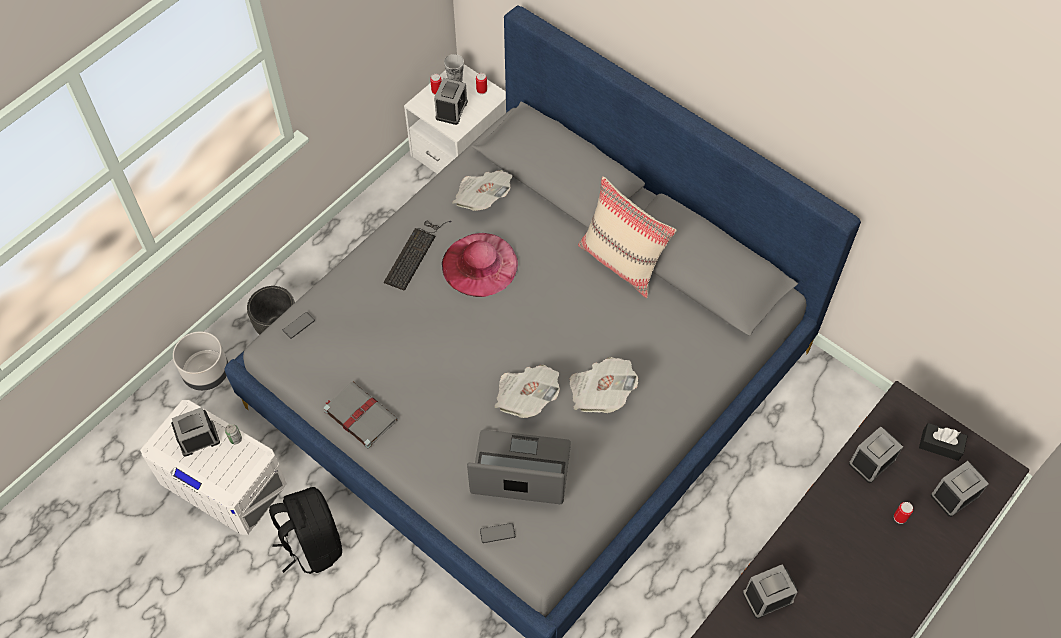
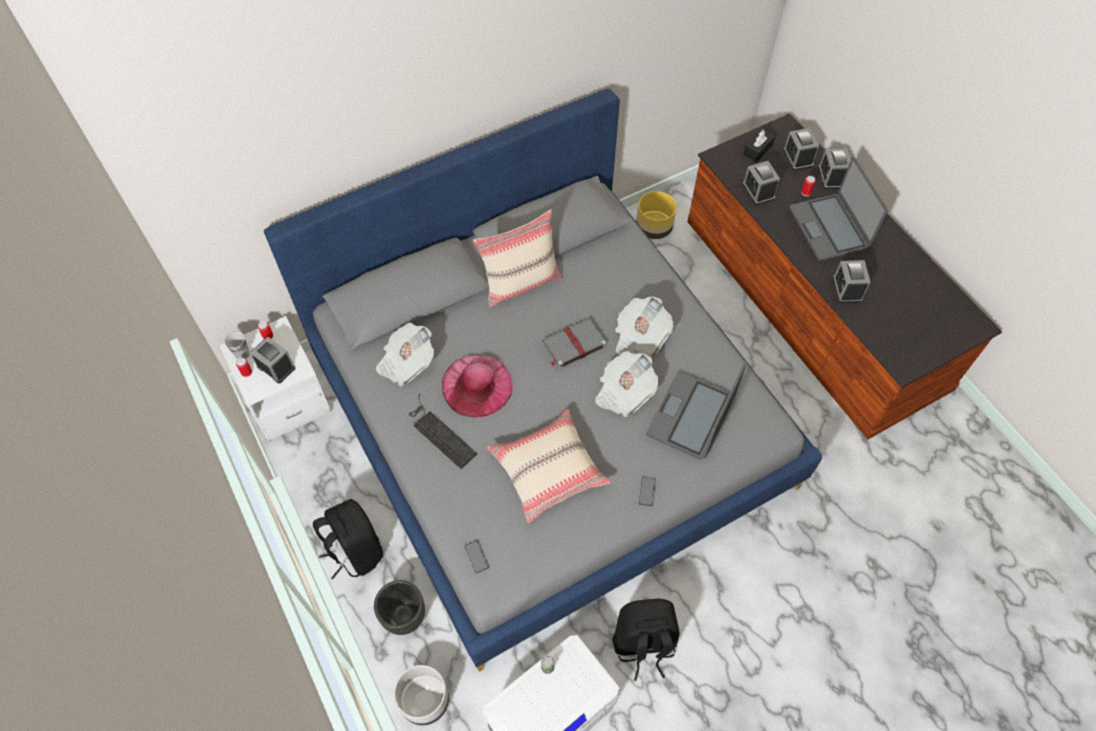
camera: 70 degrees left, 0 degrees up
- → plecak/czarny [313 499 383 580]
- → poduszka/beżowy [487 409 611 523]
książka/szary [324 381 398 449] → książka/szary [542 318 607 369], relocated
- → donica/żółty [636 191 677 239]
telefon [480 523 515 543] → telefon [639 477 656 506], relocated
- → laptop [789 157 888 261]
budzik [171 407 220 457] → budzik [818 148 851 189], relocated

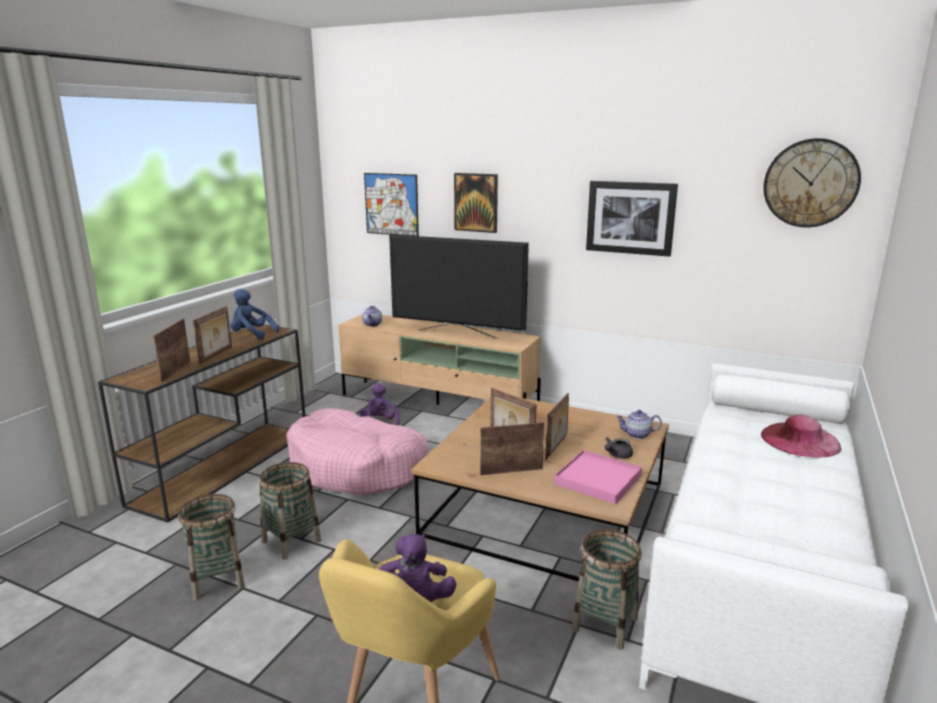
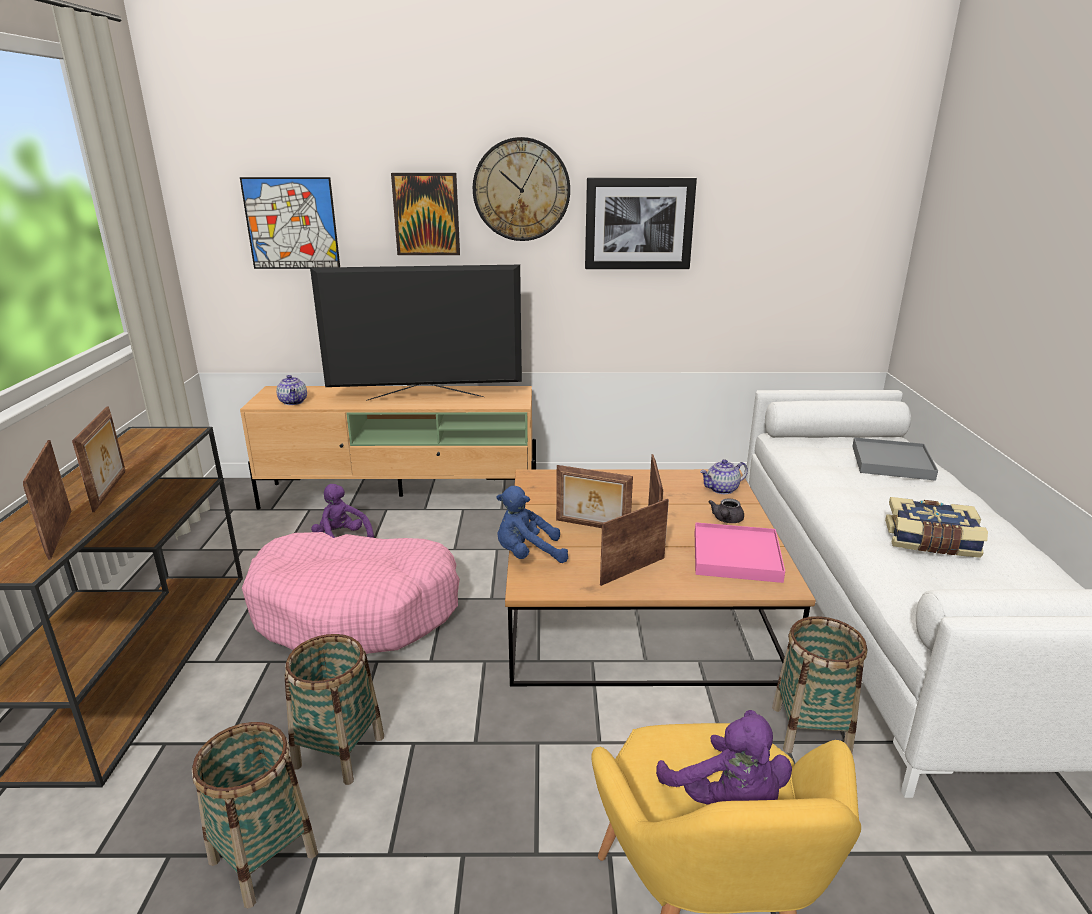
camera: 25 degrees left, 5 degrees up
zegar ścienny [763 138 861 227] → zegar ścienny [473 137 570 241], relocated
pluszak/niebieski [231 289 279 339] → pluszak/niebieski [497 486 568 563], relocated
kapelusz/różowy [761 415 841 458] → taca/szary [852 437 938 481]
- → książka [885 497 988 558]

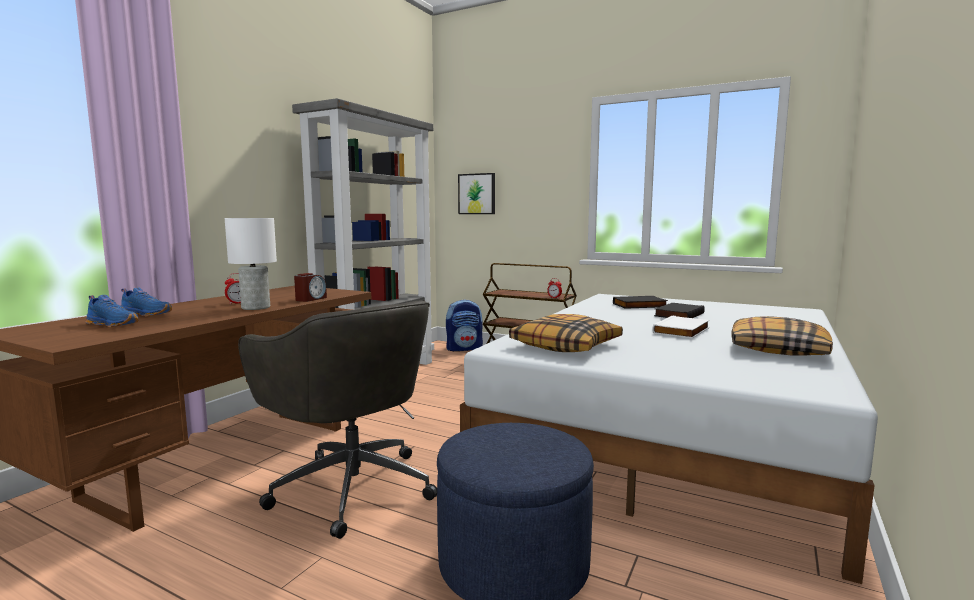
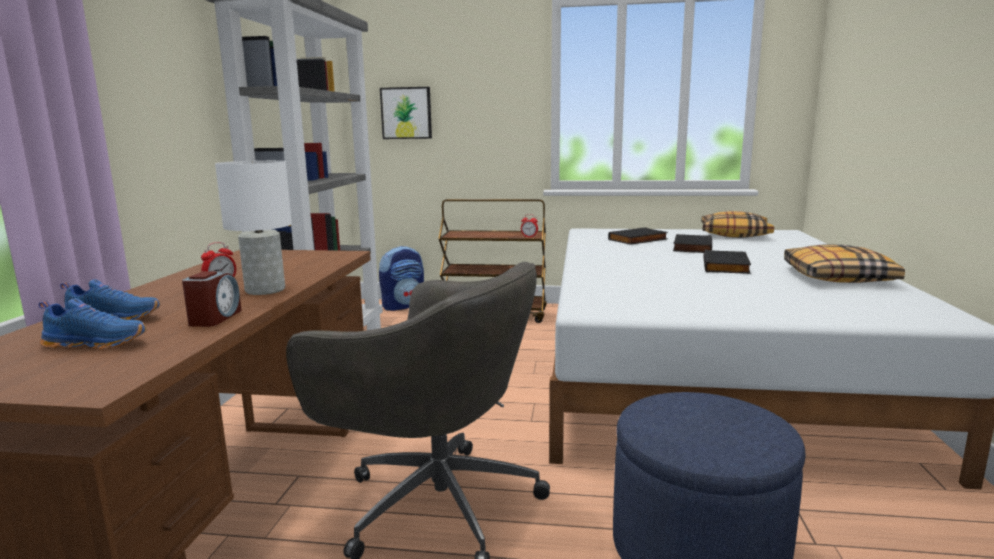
camera: 20 degrees left, 5 degrees up
budzik [294 273 327 302] → budzik [182 271 242 327], relocated
poduszka [509 314 623 352] → poduszka [701 211 774 238], relocated
książka/biały [652 316 709 339] → książka/czarny [703 250 751 274]

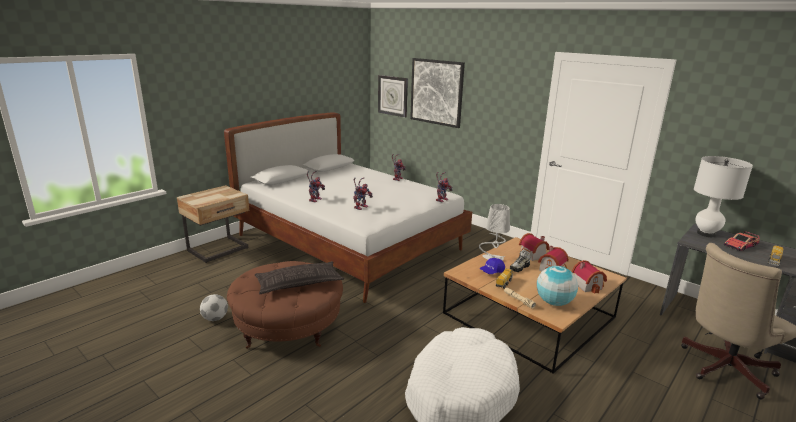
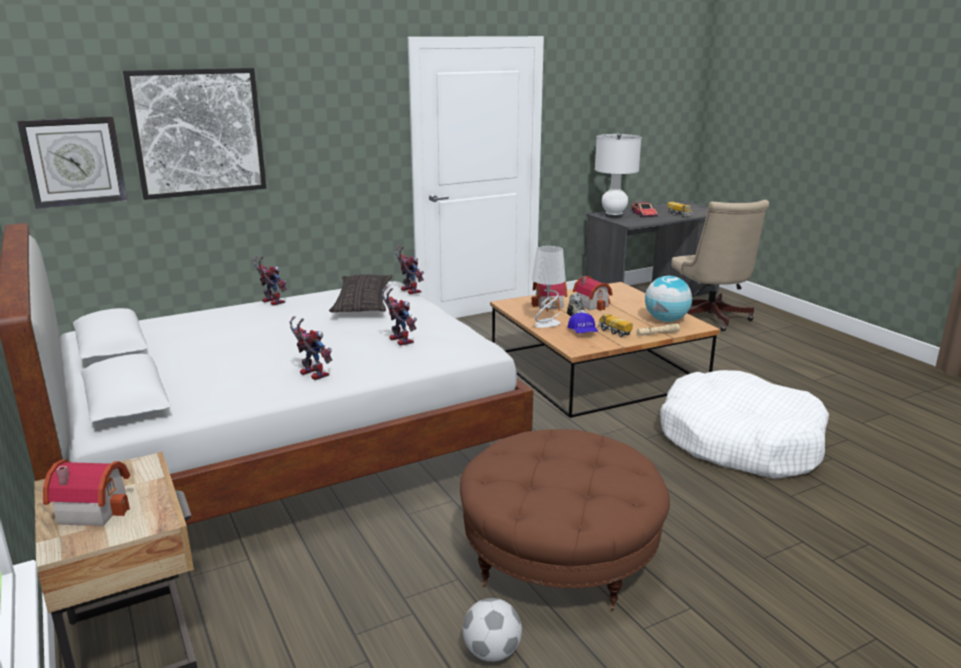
camera: 70 degrees left, 0 degrees up
domek [572 260 607 294] → domek [43 460 130 526], relocated
poduszka [255 261 344 294] → poduszka [329 274 392 313], relocated

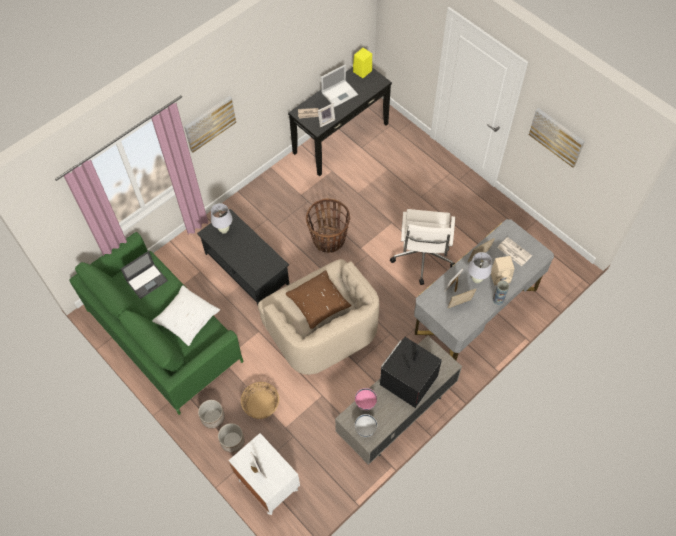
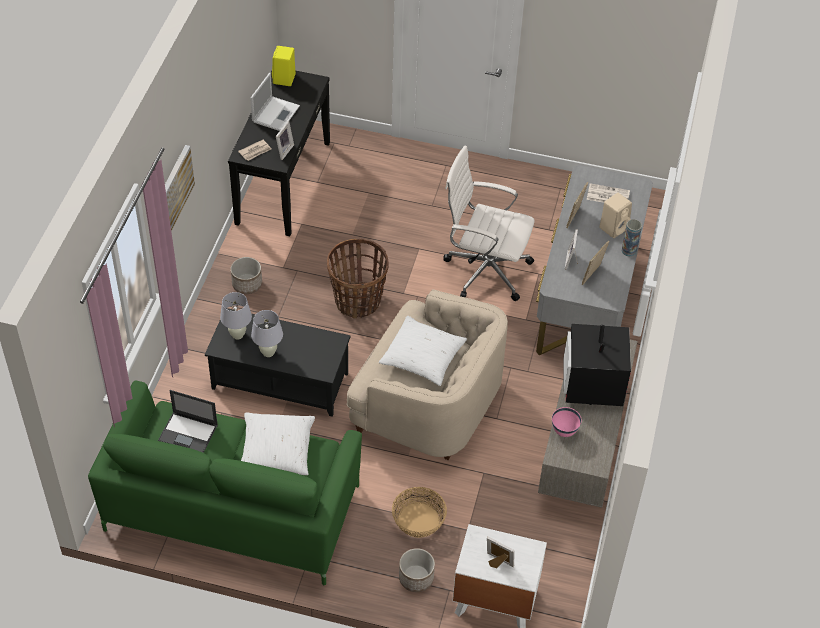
camera: 35 degrees left, 10 degrees down
laptop [121 251 168 299] → laptop [158 390 218 453], 90 degrees clockwise
donica [198 400 225 429] → donica [231 257 262 294], relocated
lampa stołowa/biały [468 252 492 283] → lampa stołowa/biały [251 310 283 357], relocated
poduszka/brązowy [285 270 352 329] → poduszka/biały [379 316 467 386]
krzesło biurowe/biały [390 209 455 285] → krzesło biurowe/biały [444 146 535 301], 135 degrees clockwise
miska/biały [355 414 377 437] → -
obraz [529 108 585 168] → -

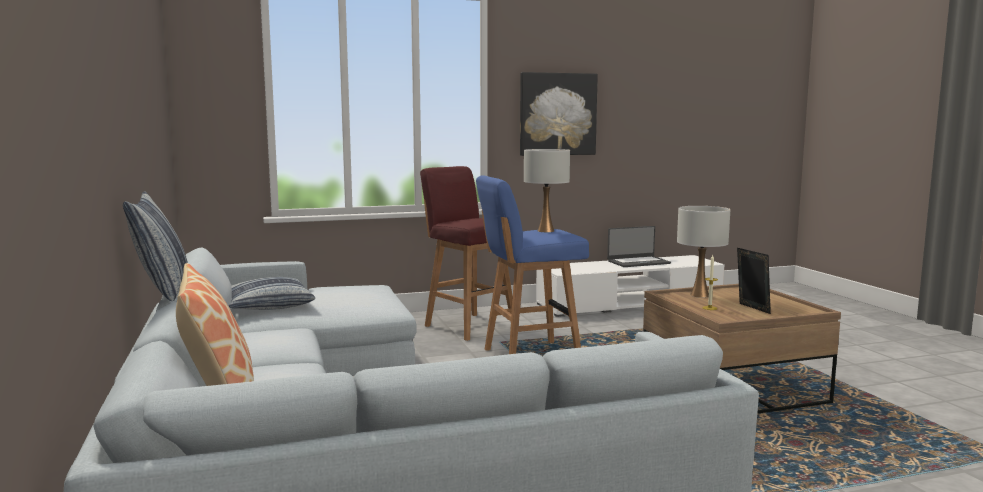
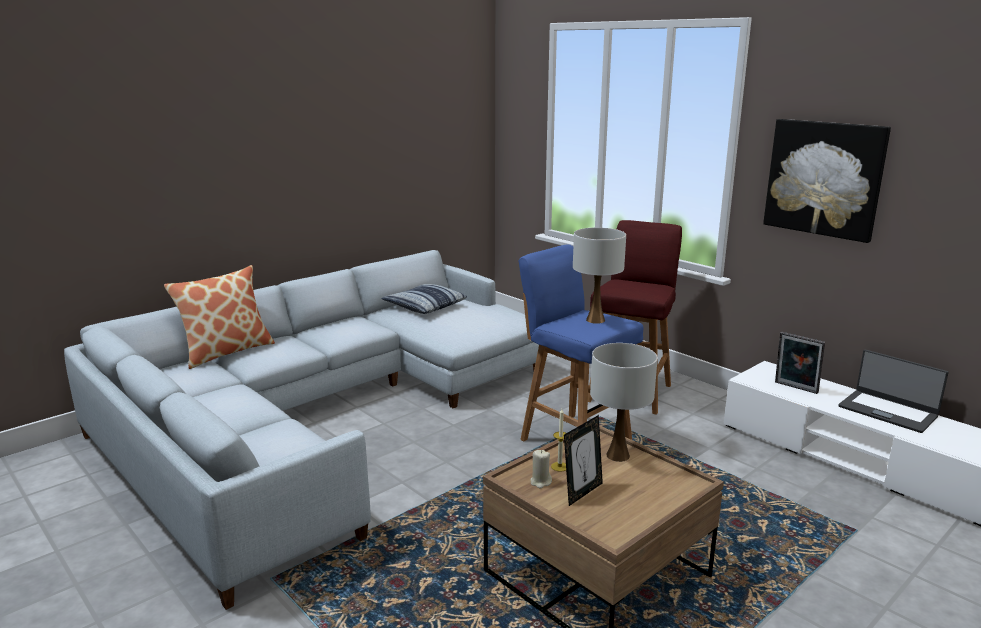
camera: 65 degrees right, 10 degrees up
- → świeca/beżowy [531 450 552 489]
- → ramka na zdjęcie [775 332 825 394]
poduszka [123 191 188 301] → -

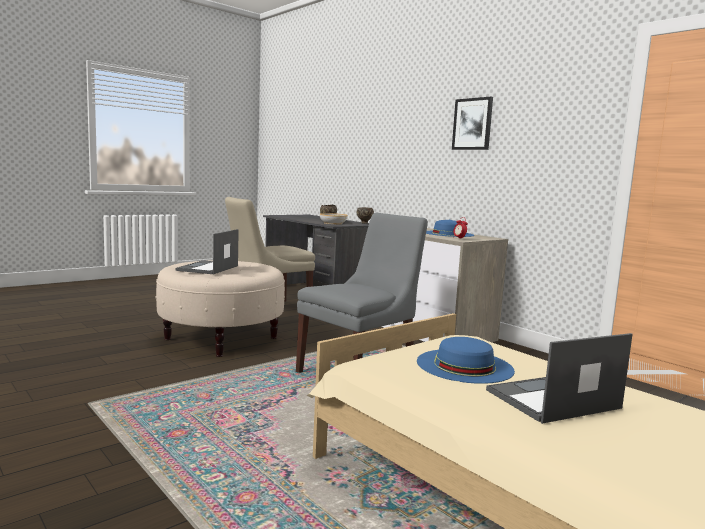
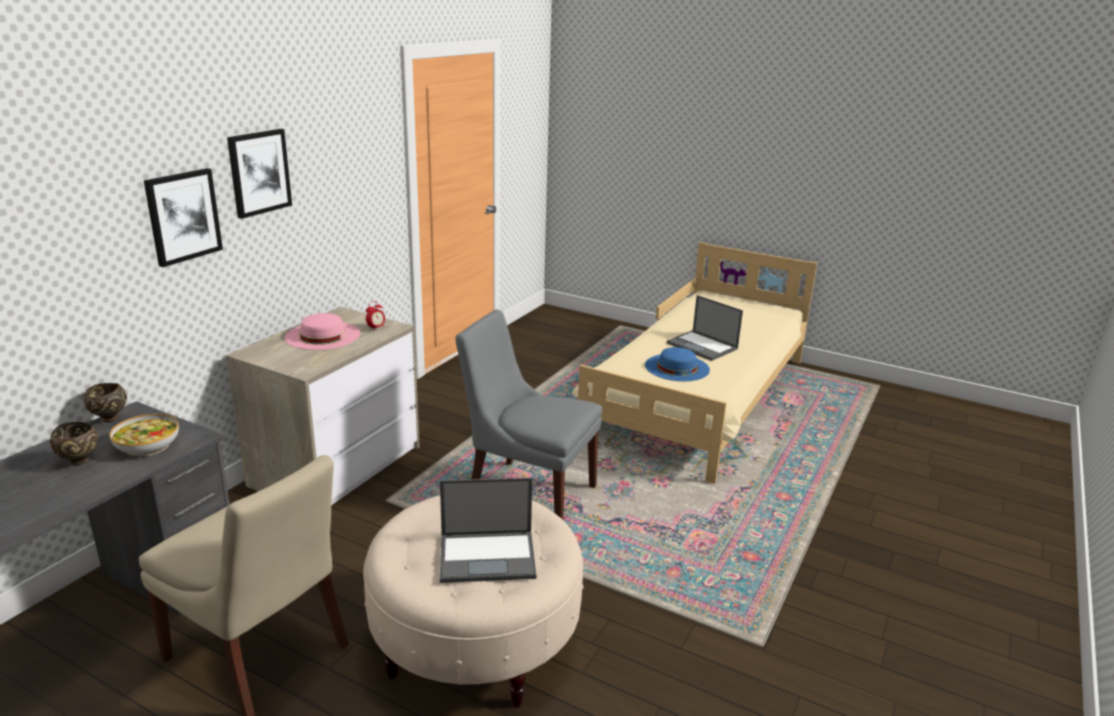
camera: 110 degrees left, 15 degrees up
- → obraz [144 168 223 267]
kapelusz/niebieski [426 220 474 237] → kapelusz/różowy [285 313 360 350]

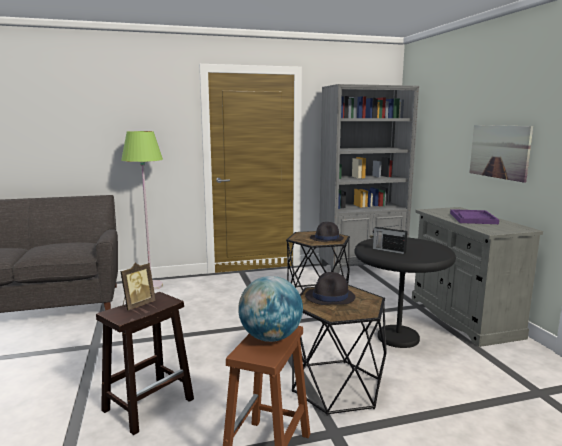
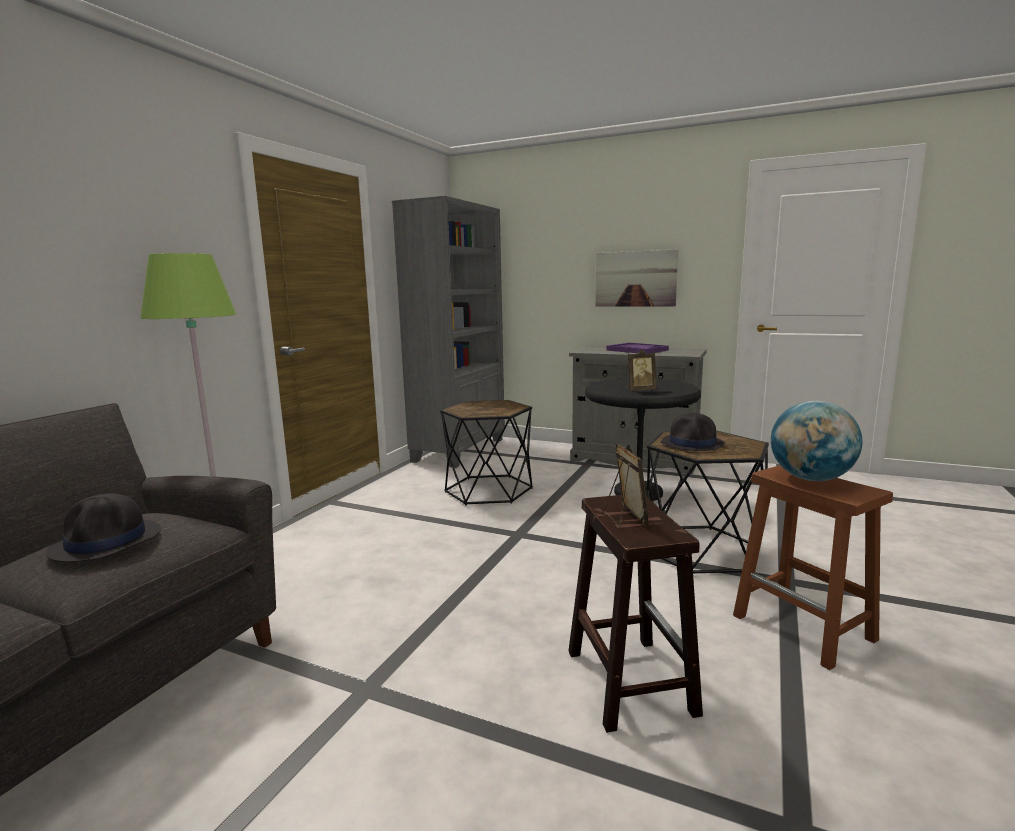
camera: 50 degrees left, 0 degrees up
kapelusz/czarny [310 222 344 242] → kapelusz/czarny [45 493 161 562], relocated
radio [373 225 408 254] → ramka na zdjęcie [627 349 657 391]

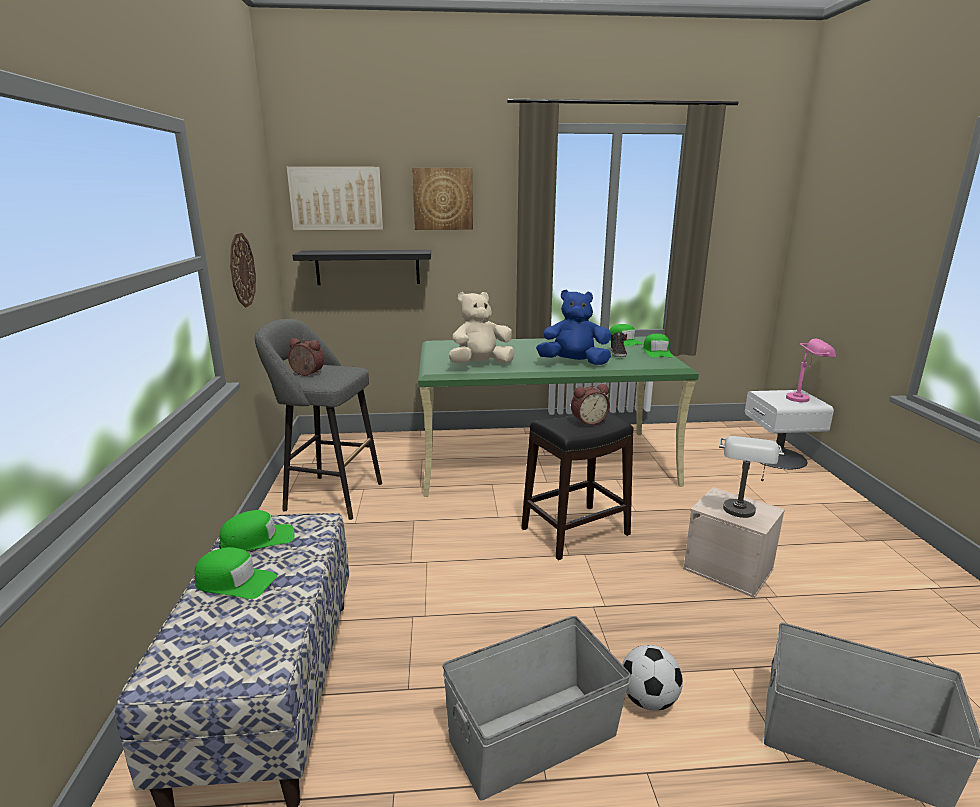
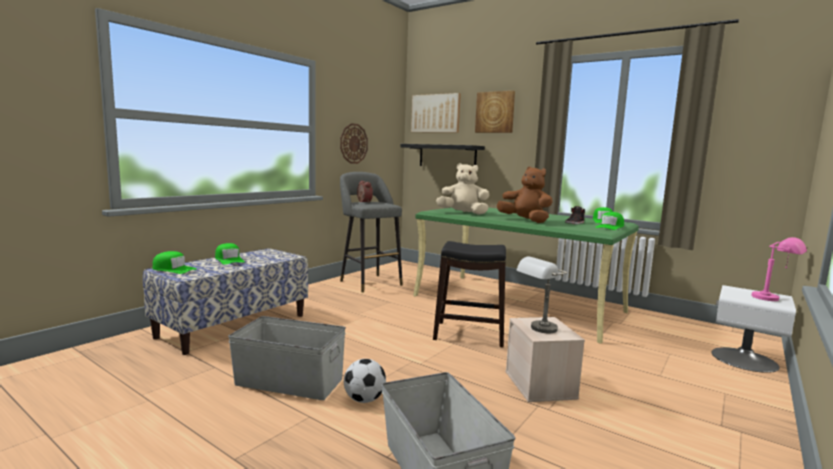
camera: 40 degrees right, 10 degrees down
czapka z daszkiem/zielony [219 510 295 551] → czapka z daszkiem/zielony [152 251 196 274], relocated
pluszak/niebieski [536 290 611 365] → pluszak/brązowy [497 166 552 223]
budzik [571 384 610 425] → -

